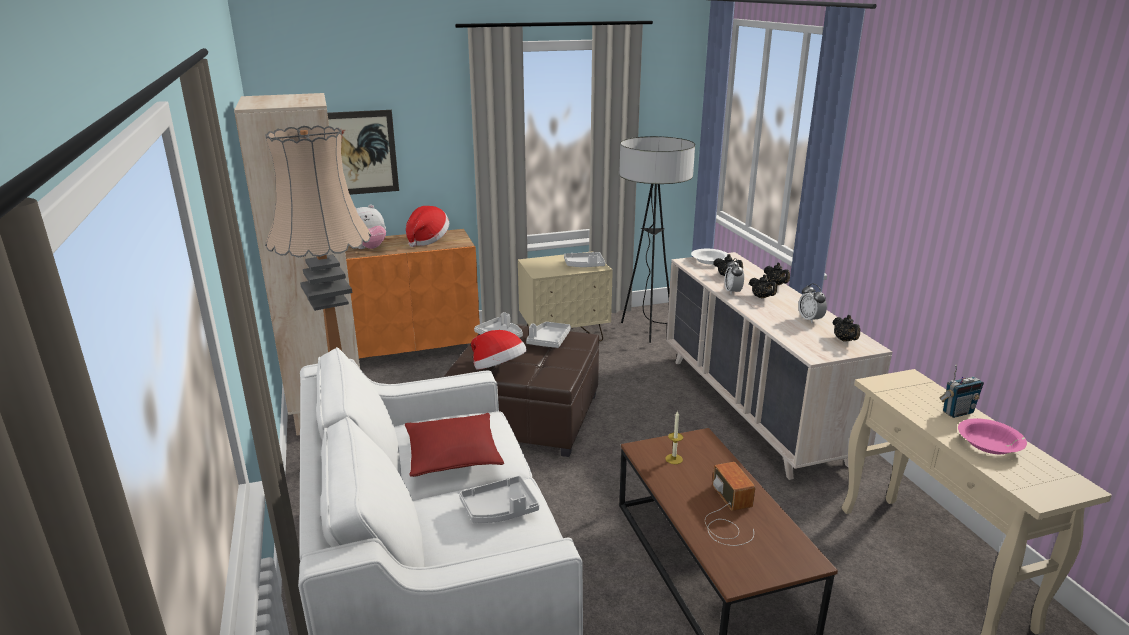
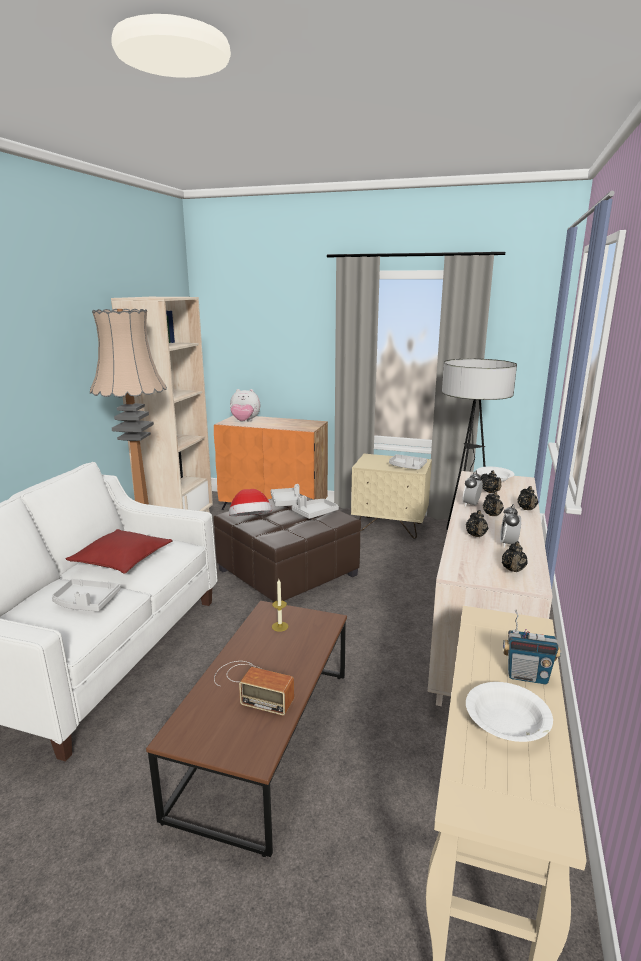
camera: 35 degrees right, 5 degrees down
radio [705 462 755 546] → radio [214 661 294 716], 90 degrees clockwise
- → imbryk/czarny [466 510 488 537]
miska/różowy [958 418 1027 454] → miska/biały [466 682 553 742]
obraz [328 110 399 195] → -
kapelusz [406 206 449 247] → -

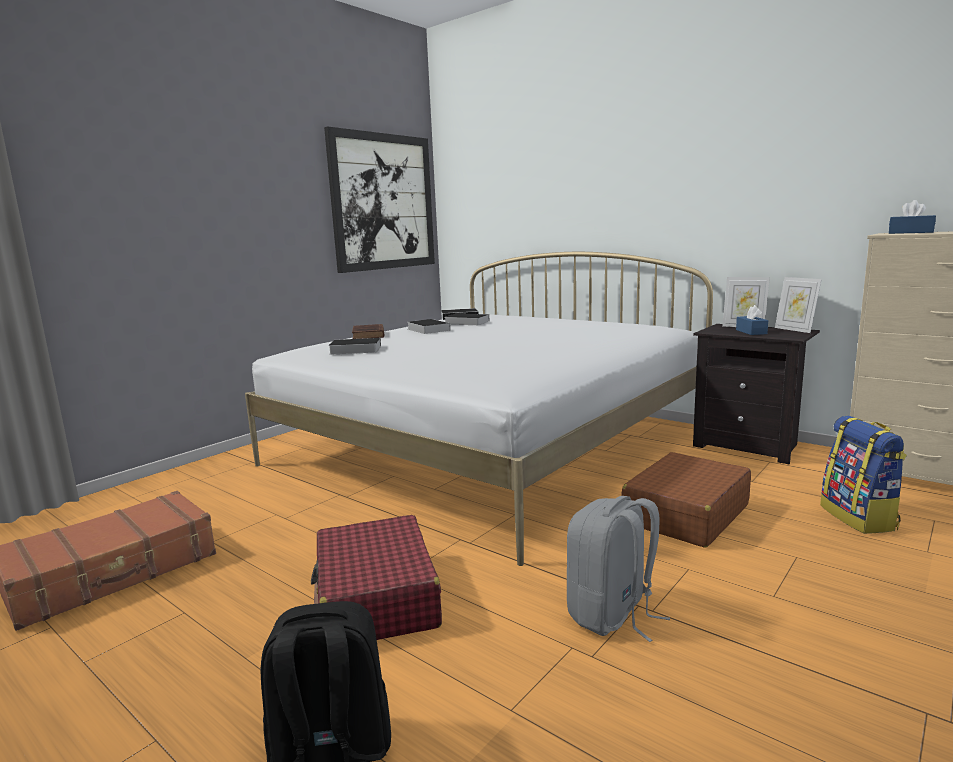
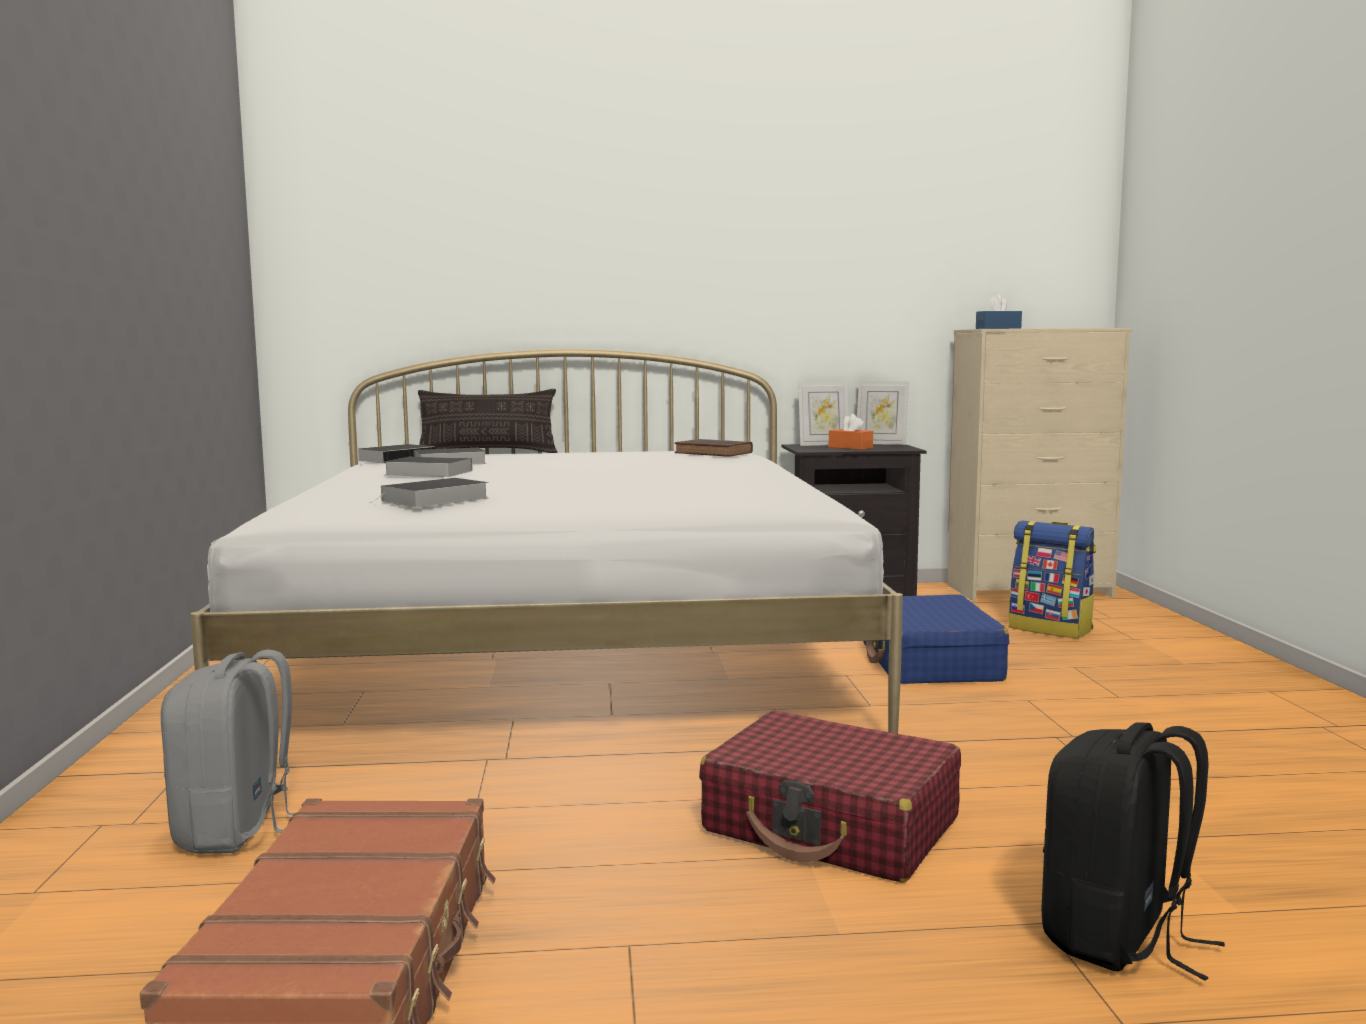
camera: 45 degrees left, 5 degrees down
plecak/szary [567 496 670 642] → plecak/szary [161 649 295 854], relocated
- → poduszka [418 389 558 453]
książka/brązowy [352 324 384 339] → książka/brązowy [675 439 753 457], relocated
pudełko chusteczek/niebieski [736 305 768 335] → pudełko chusteczek/pomarańczowy [829 414 873 450]
walizka/brązowy [621 452 751 547] → walizka/niebieski [863 595 1009 684]
obraz [324 126 435 273] → -

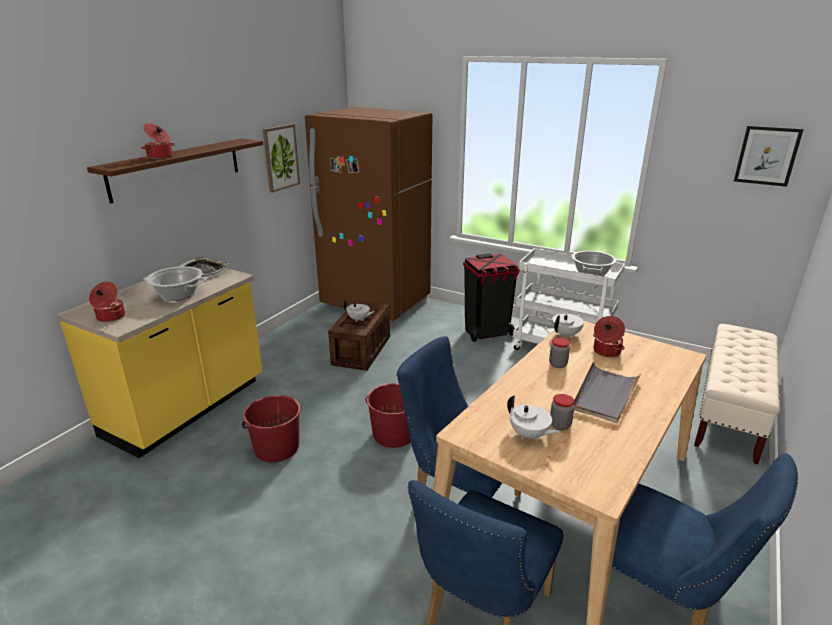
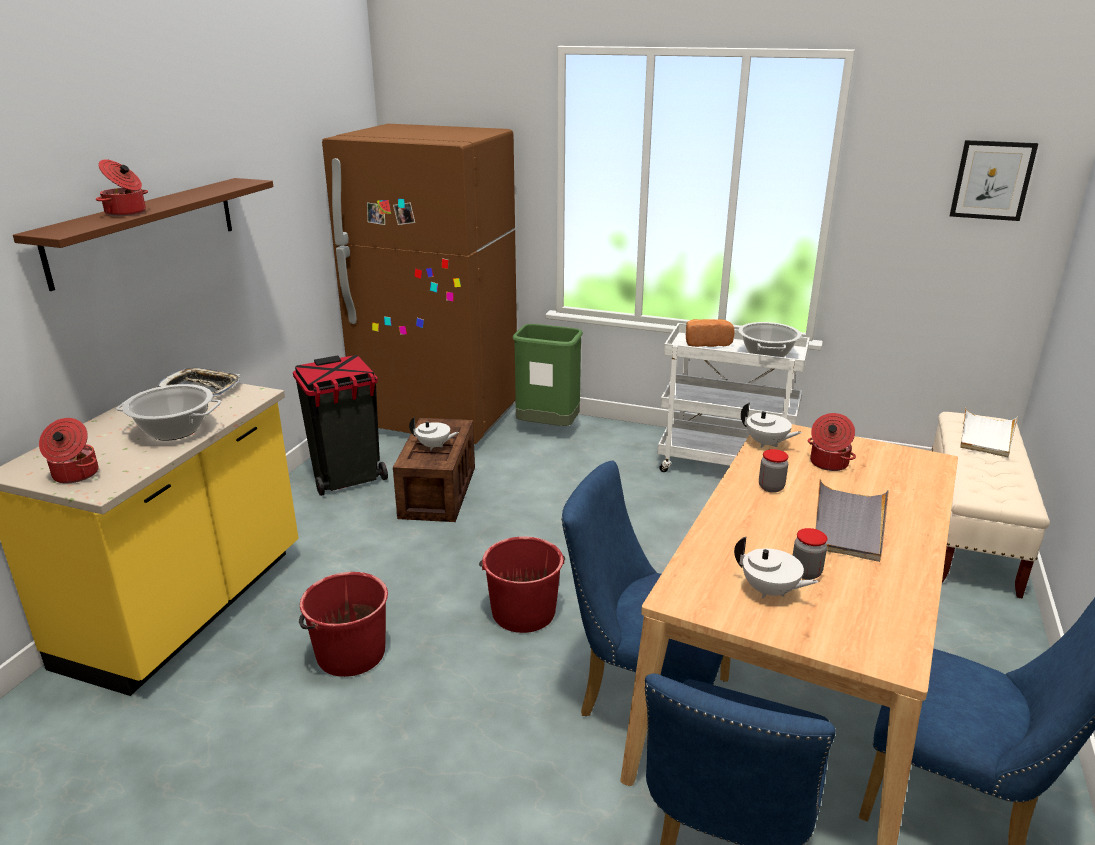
camera: 10 degrees left, 0 degrees up
kosz na śmieci/czarny [463 253 520 342] → kosz na śmieci/czarny [293 355 388 496], relocated
- → kosz na śmieci/zielony [513 324 583 426]
- → chleb [686 319 734 347]
imbryk/biały [552 313 584 338] → imbryk/biały [741 402 802 448], 90 degrees clockwise
- → taca/biały [960 407 1018 457]
obraz [263 124 300 193] → -

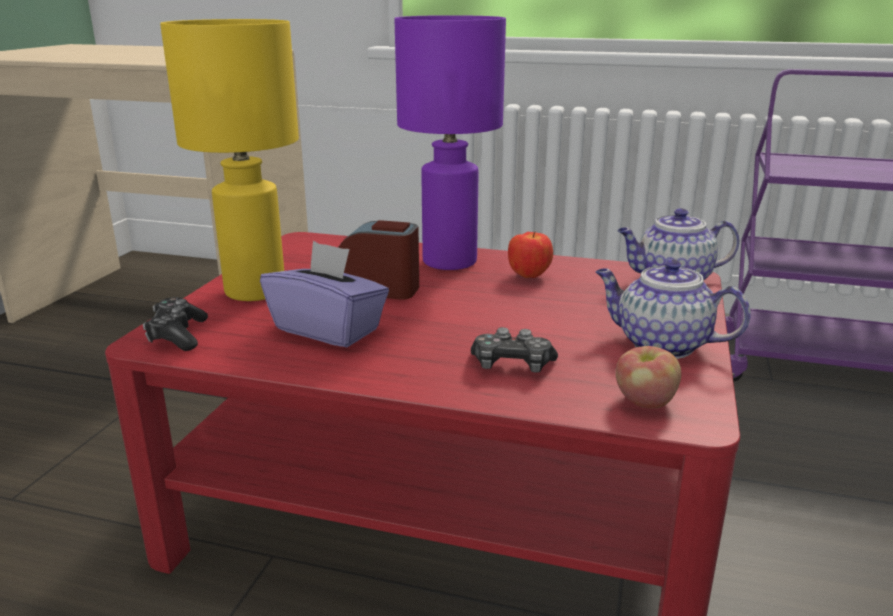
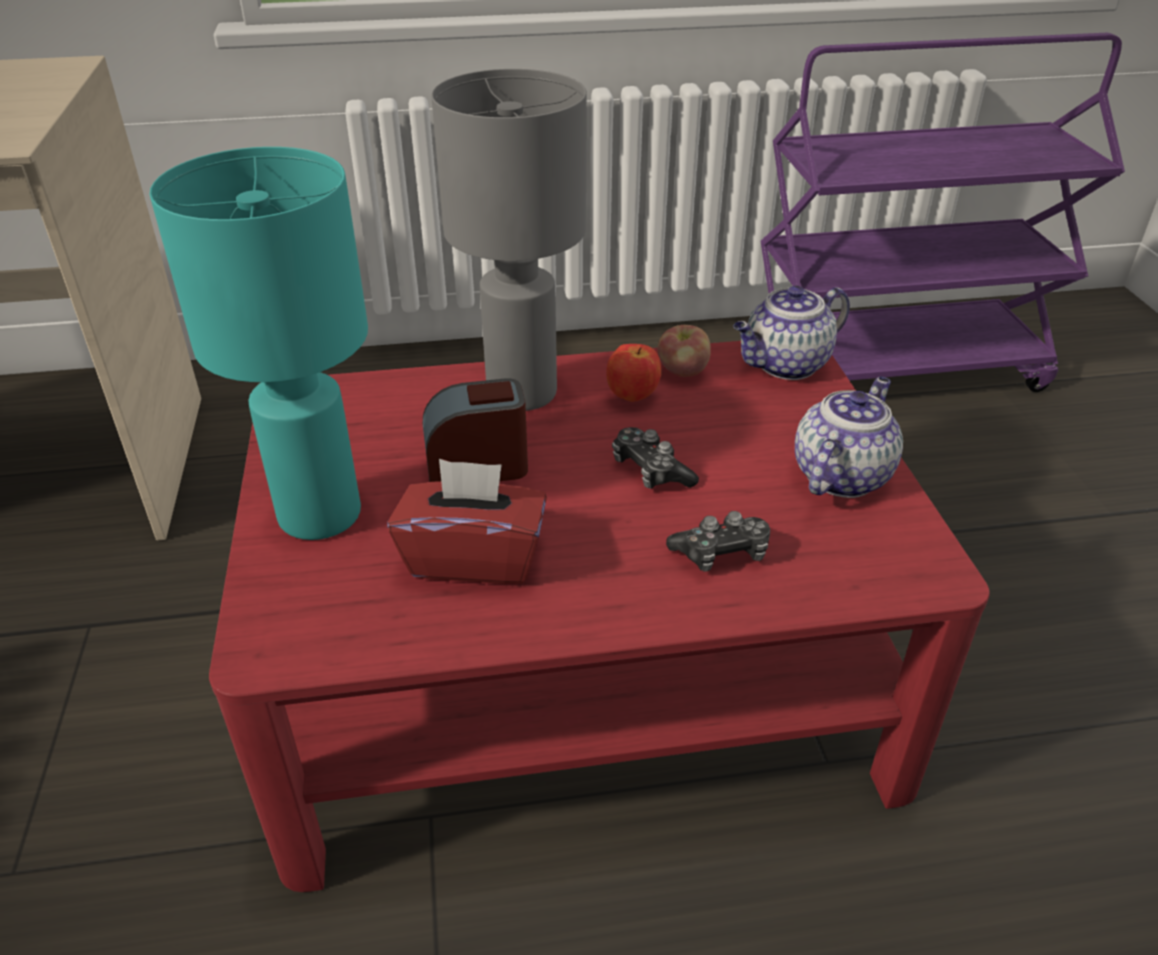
camera: 25 degrees left, 15 degrees up
lampa stołowa/żółty [160 19 299 301] → lampa stołowa/turkusowy [149 147 368 540]
pudełko chusteczek/fioletowy [260 241 389 347] → pudełko chusteczek/czerwony [388 459 547 584]
lampa stołowa/fioletowy [395 15 506 270] → lampa stołowa/szary [431 69 587 411]
pad do gier [143 297 208 351] → pad do gier [612 427 699 489], relocated
jabłko [615 346 681 408] → jabłko [658 325 711 377], relocated
imbryk [596 259 751 359] → imbryk [795 377 903 498], 120 degrees clockwise

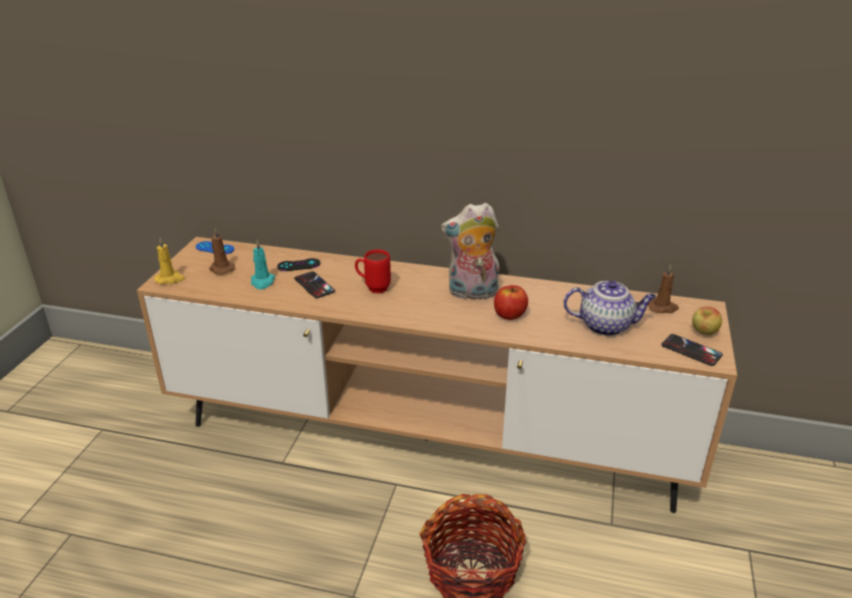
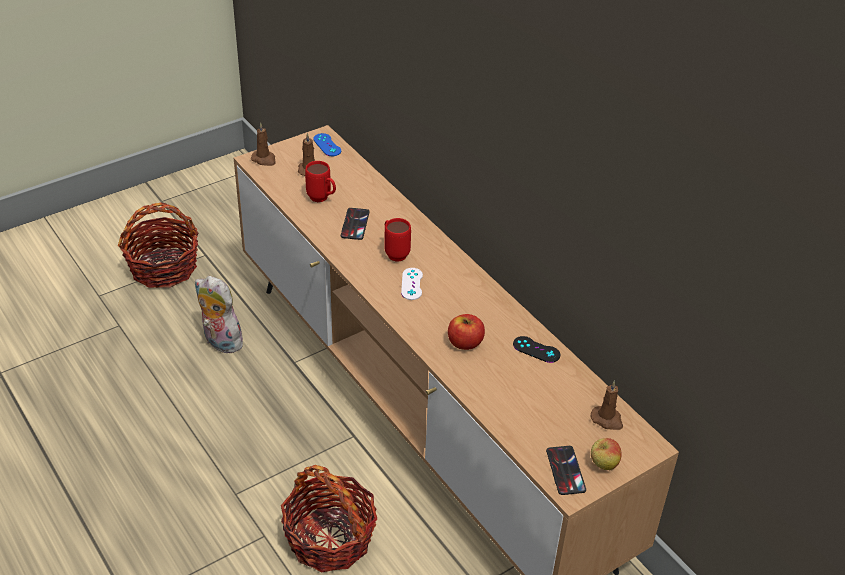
camera: 40 degrees right, 10 degrees up
- → koszyk [118 202 199 288]
pluszak [441 203 499 299] → pluszak [195 276 243 354], relocated
świeca/żółty [154 237 185 284] → świeca/brązowy [251 122 276 166]
świeca/turkusowy [251 240 275 290] → kubek/czerwony [305 161 336 202]
- → pad do gier/biały [401 268 423 300]
pad do gier/czarny [277 258 320 271] → pad do gier/czarny [513 336 560 363], relocated
imbryk [563 280 656 336] → -

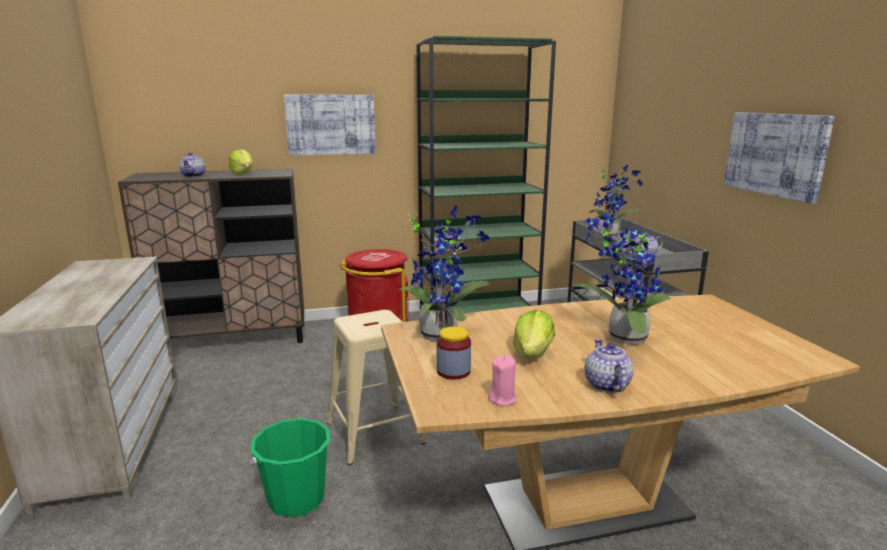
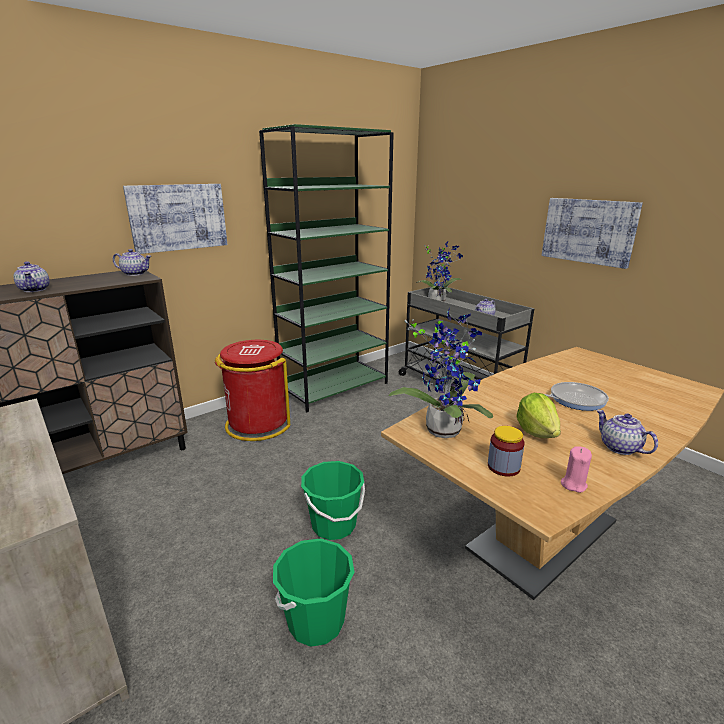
camera: 25 degrees left, 5 degrees up
- → imbryk [113 249 151 276]
stołek/beżowy [327 310 426 465] → wiadro/zielony [301 461 365 540]
roślina doniczkowa [573 213 671 344] → patelnia [544 382 609 411]
sałata [229 149 253 175] → -

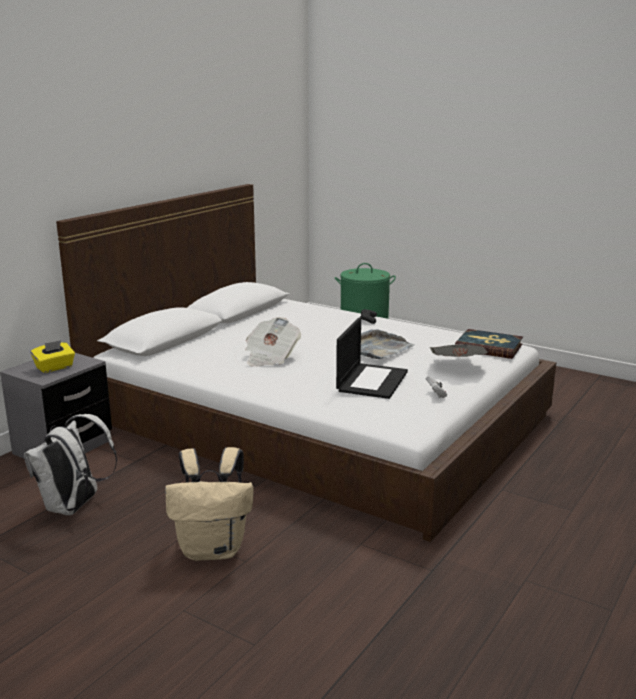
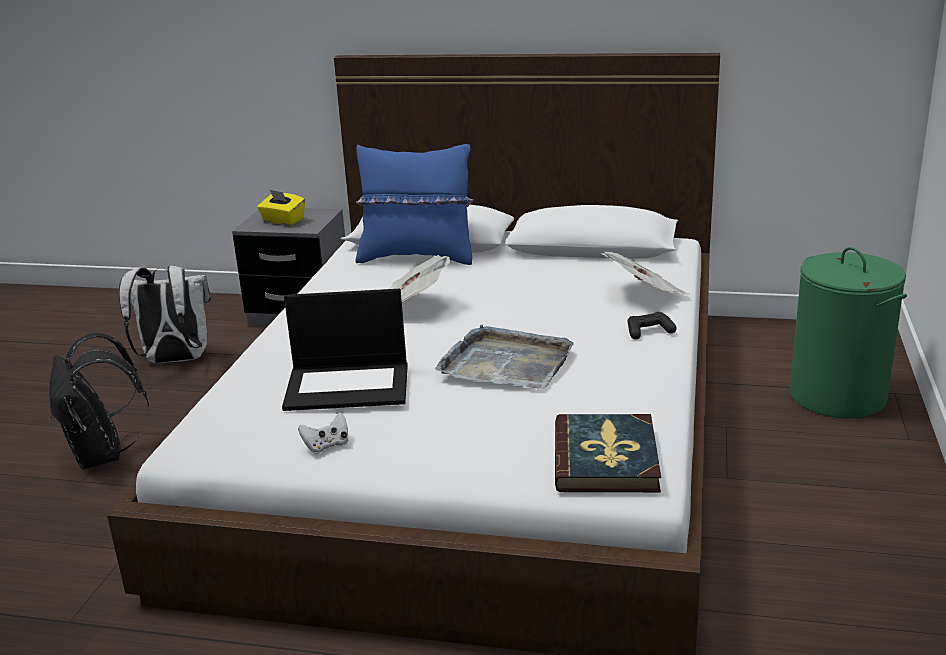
camera: 70 degrees right, 5 degrees up
plecak/beżowy [165 447 254 561] → plecak/czarny [49 333 149 470]
- → poduszka/niebieski [355 144 474 265]
gazeta [430 344 488 357] → gazeta [600 252 690 295], relocated

